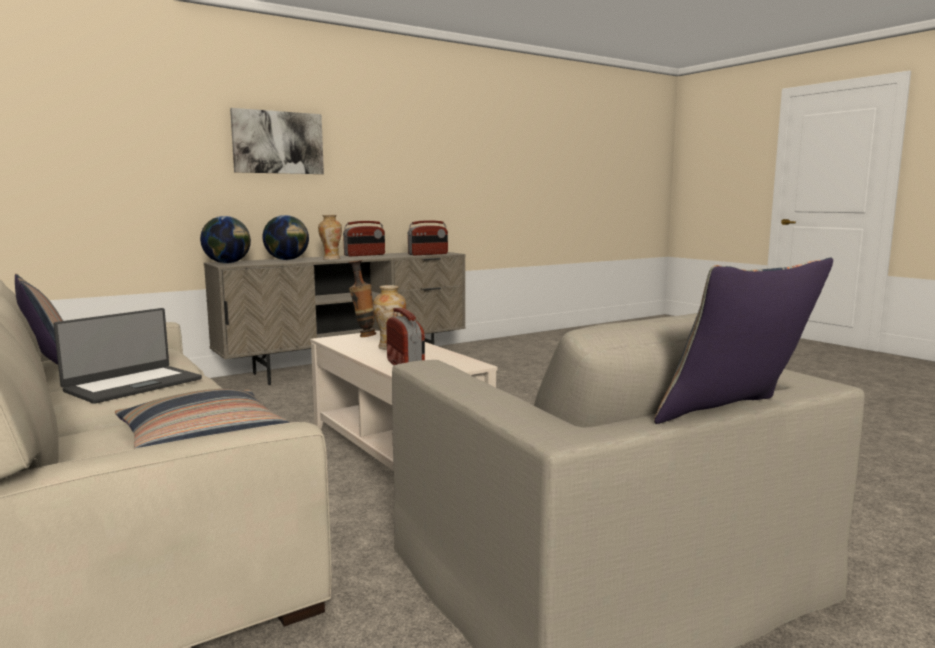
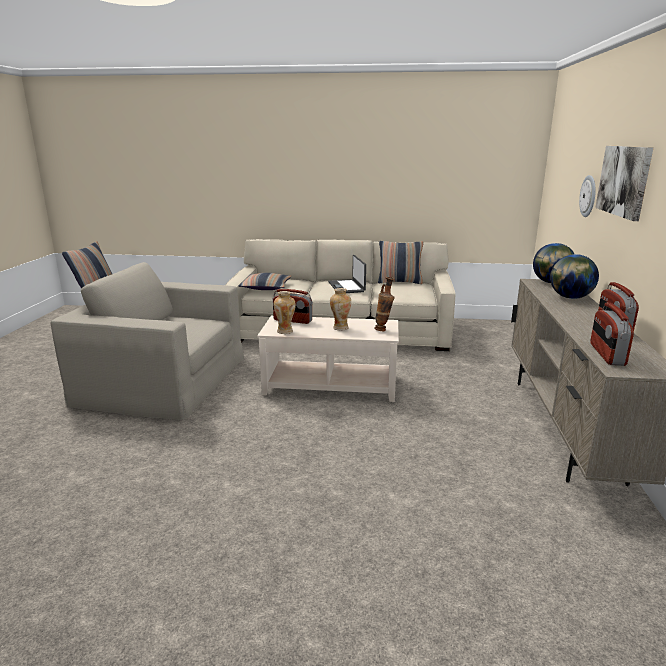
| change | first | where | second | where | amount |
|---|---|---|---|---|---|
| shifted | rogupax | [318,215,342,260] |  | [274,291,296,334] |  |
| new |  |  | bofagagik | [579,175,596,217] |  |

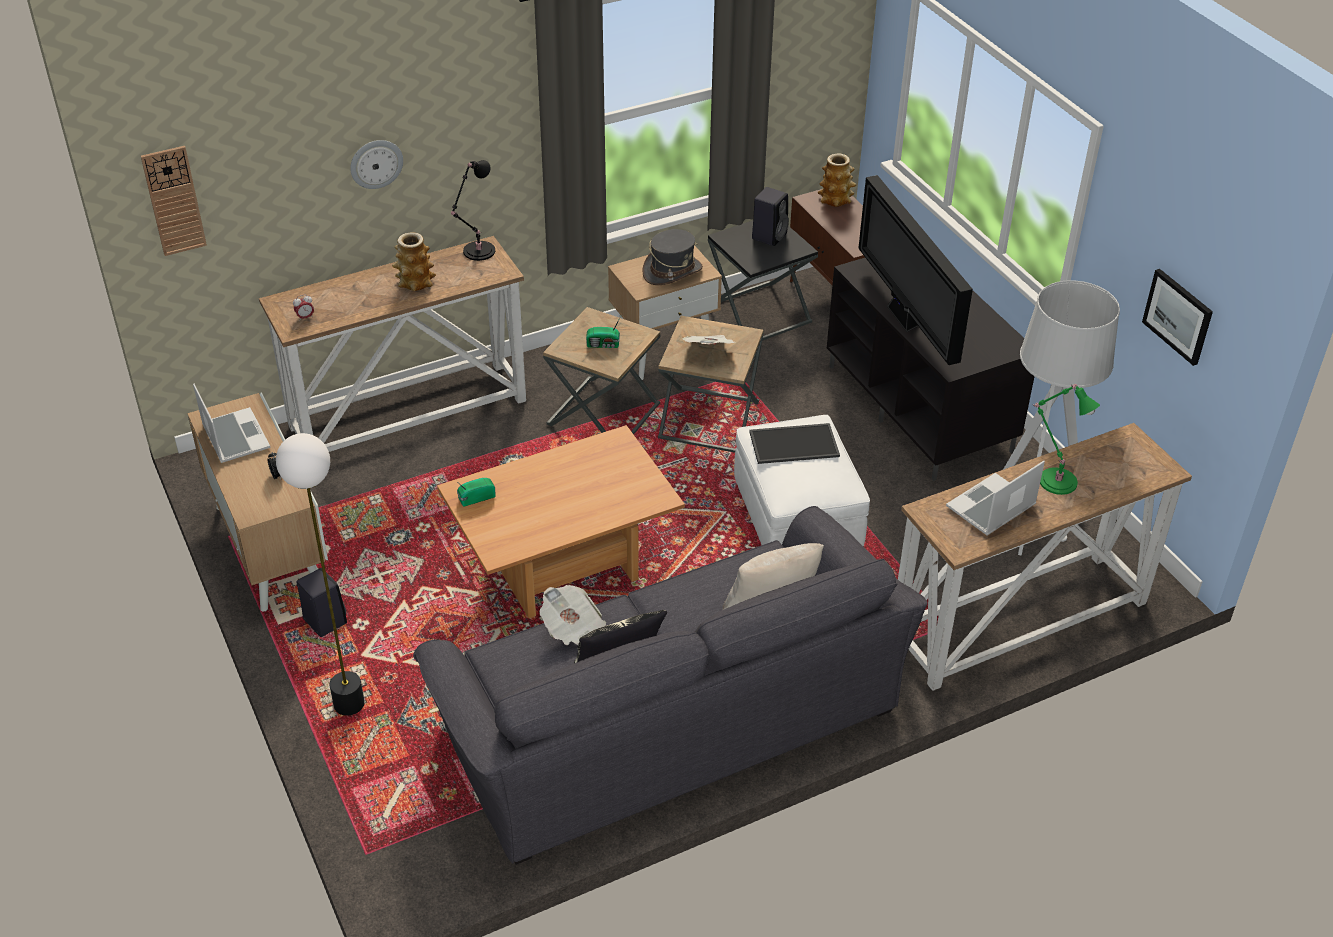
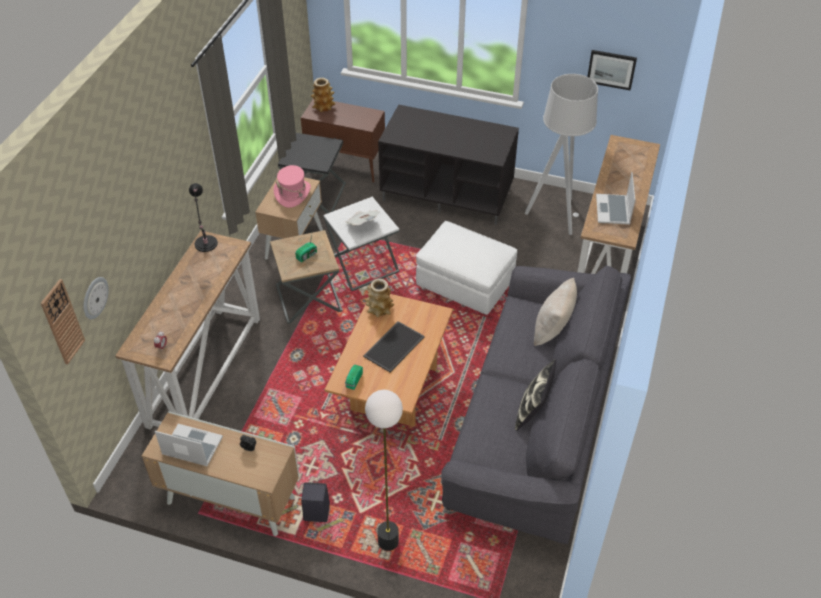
| change | first | where | second | where | amount |
|---|---|---|---|---|---|
| shifted | bofagagik | [350,140,403,189] |  | [83,277,109,319] |  |
| gone | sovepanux | [858,175,973,365] |  |  |  |
| gone | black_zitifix | [752,187,789,246] |  |  |  |
| repainted | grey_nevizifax | [642,229,703,285] | pink_nevizifax | [274,165,311,208] |  |
| shifted | rogupax | [392,232,436,291] |  | [365,279,394,318] |  |
| repainted | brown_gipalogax | [658,316,763,453] | white_gipalogax | [324,197,400,291] |  |
| gone | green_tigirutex | [1034,384,1100,495] |  |  |  |
| shifted | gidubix | [749,423,840,464] |  | [363,321,425,372] |  |
| gone | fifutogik | [539,585,606,645] |  |  |  |

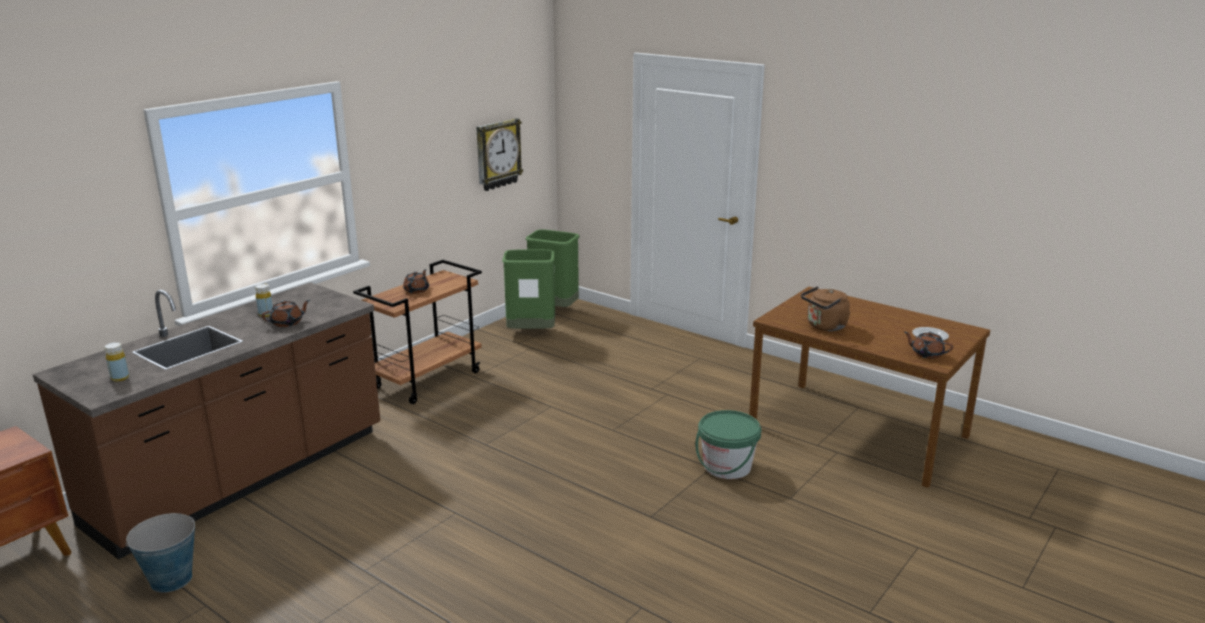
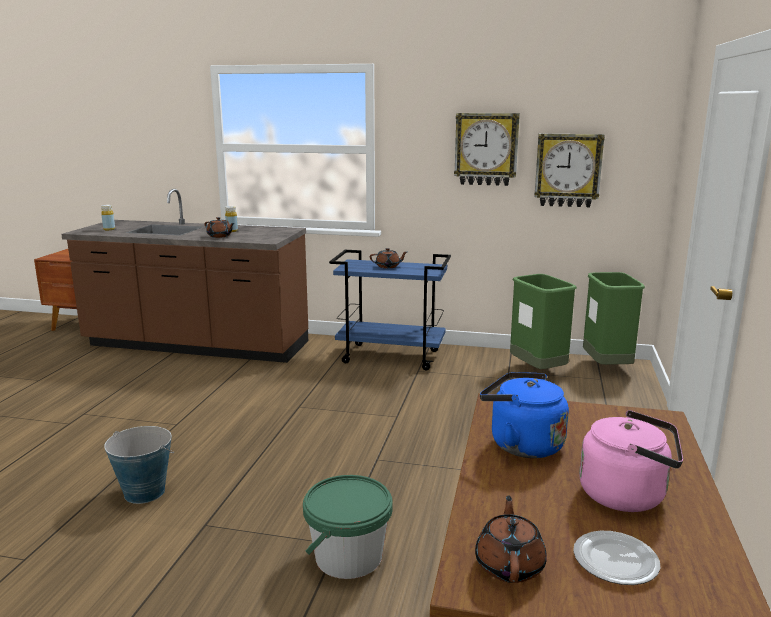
| change | first | where | second | where | amount |
|---|---|---|---|---|---|
| repainted | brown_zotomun | [353,260,482,404] | blue_zotomun | [329,250,451,370] |  |
| repainted | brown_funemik | [801,286,851,331] | blue_funemik | [480,372,569,458] |  |
| shifted | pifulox | [125,513,195,593] |  | [104,426,174,504] |  |
| new |  |  | bofagagik | [454,113,520,186] |  |
| new |  |  | pink_funemik | [579,410,683,512] |  |

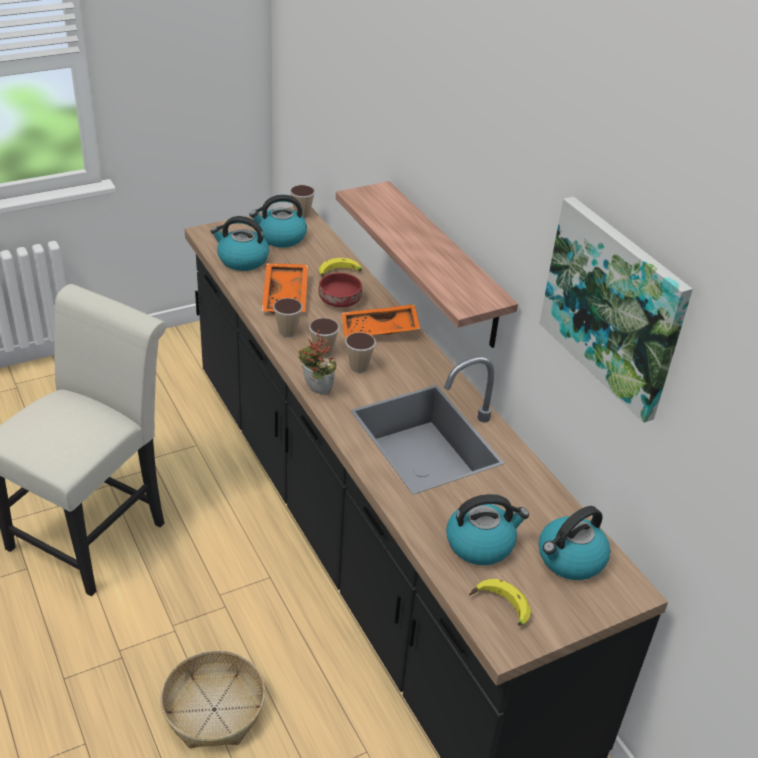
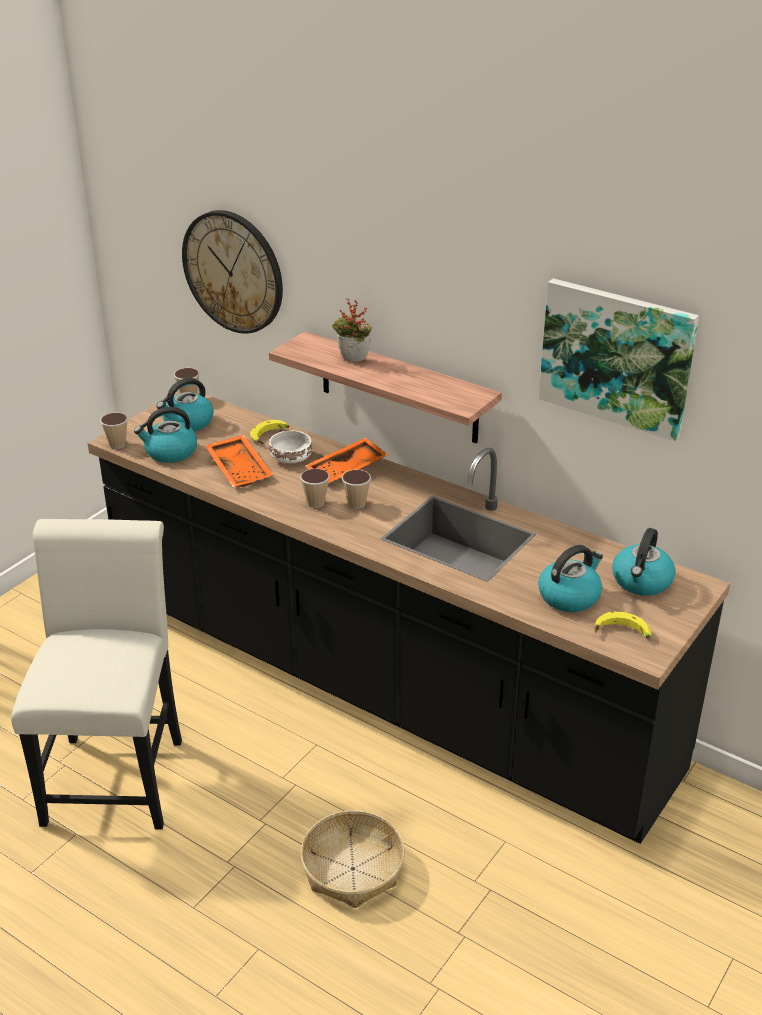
| change | first | where | second | where | amount |
|---|---|---|---|---|---|
| repainted | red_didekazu | [318,273,362,308] | white_didekazu | [269,431,312,463] |  |
| shifted | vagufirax | [273,298,303,337] |  | [100,412,128,449] |  |
| shifted | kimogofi | [298,330,337,395] |  | [332,298,372,361] |  |
| new |  |  | bofagagik | [182,210,283,334] |  |

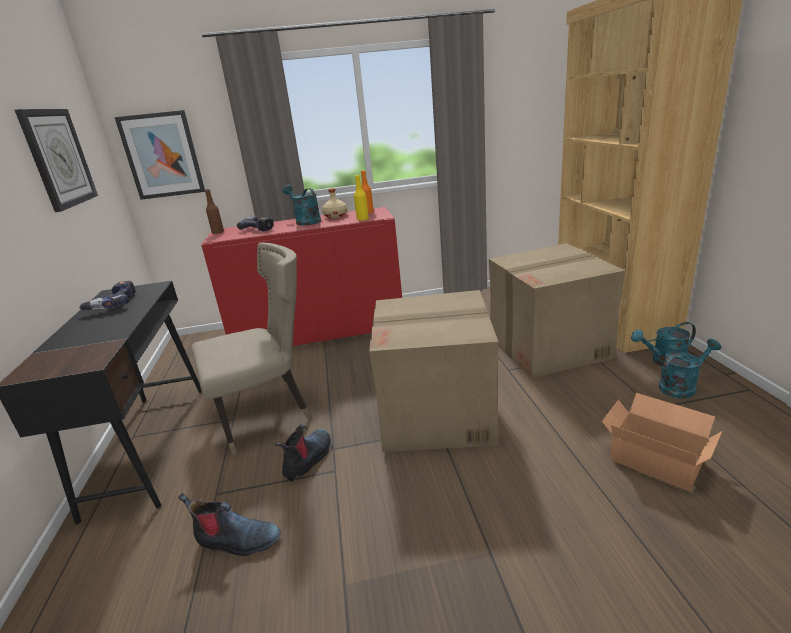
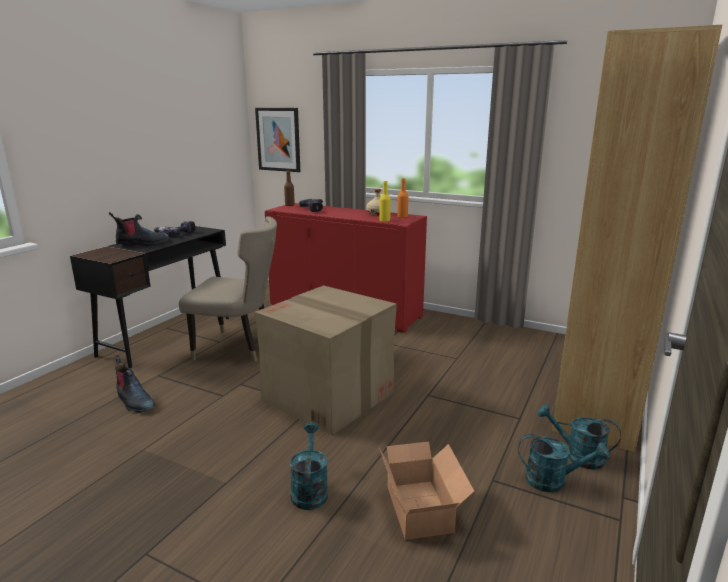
| change | first | where | second | where | amount |
|---|---|---|---|---|---|
| gone | bofagagik | [15,109,98,212] |  |  |  |
| shifted | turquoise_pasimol | [283,185,321,226] |  | [290,422,328,510] |  |
| gone | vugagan | [489,243,626,378] |  |  |  |
| shifted | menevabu | [275,424,331,482] |  | [109,212,169,247] |  |

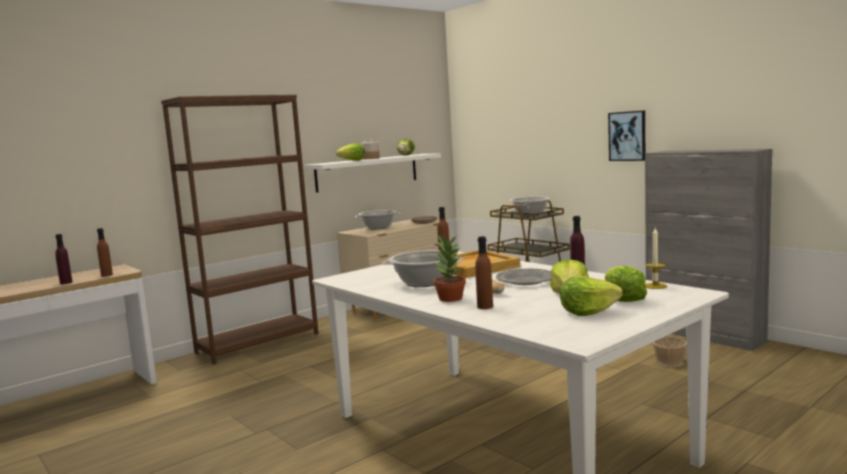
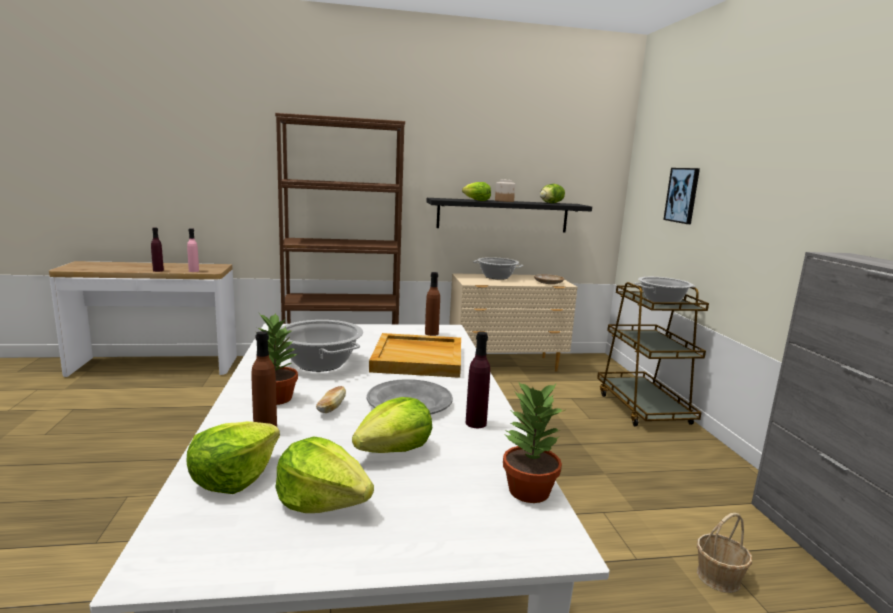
| change | first | where | second | where | amount |
|---|---|---|---|---|---|
| shifted | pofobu | [608,110,645,161] |  | [663,168,700,224] |  |
| repainted | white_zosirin | [304,153,441,193] | black_zosirin | [427,198,592,232] |  |
| repainted | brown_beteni | [97,228,113,277] | pink_beteni | [187,228,199,272] |  |
| swapped | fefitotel | [645,228,667,289] | kimogofi | [503,381,565,503] |  |
| shifted | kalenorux | [605,266,647,302] |  | [187,421,280,494] |  |

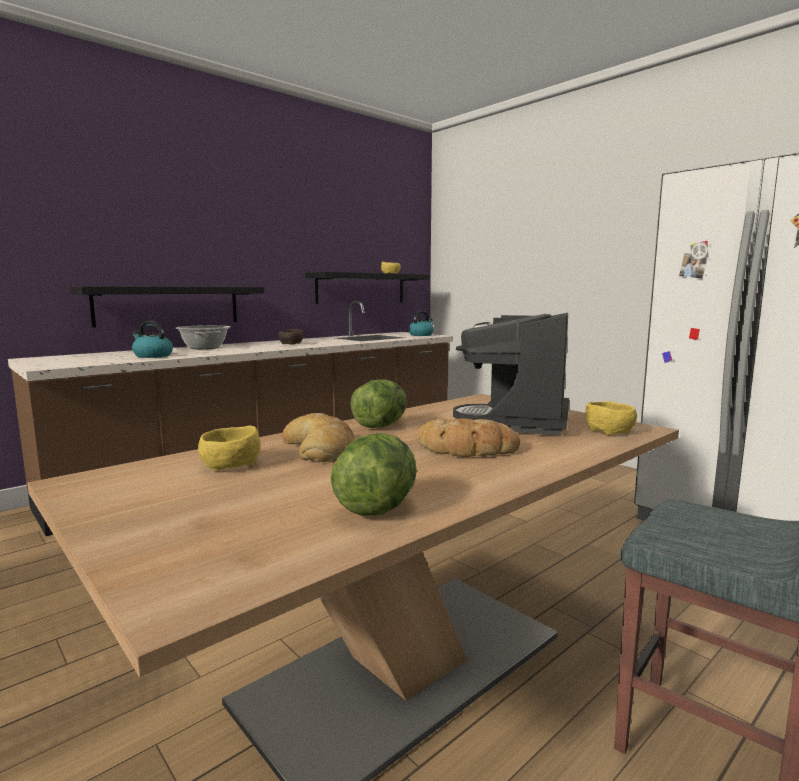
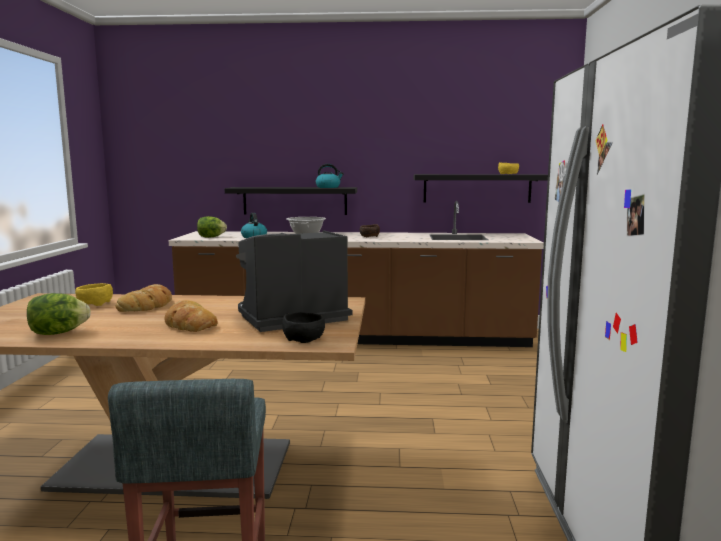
| change | first | where | second | where | amount |
|---|---|---|---|---|---|
| shifted | funemik | [409,311,434,336] |  | [315,164,344,188] |  |
| shifted | kalenorux | [350,379,407,428] |  | [197,216,227,238] |  |
| repainted | yellow_didekazu | [585,401,637,435] | black_didekazu | [282,312,325,343] |  |

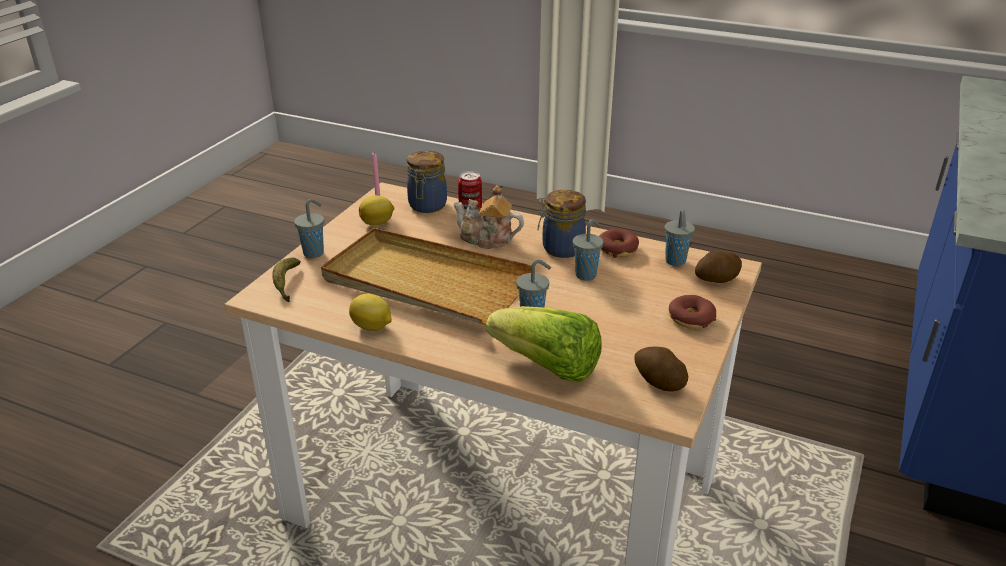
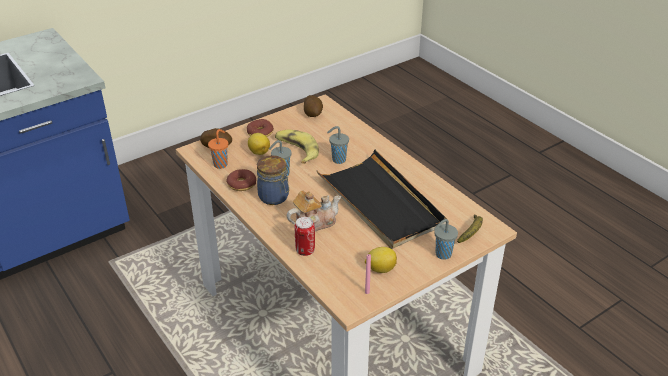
| change | first | where | second | where | amount |
|---|---|---|---|---|---|
| gone | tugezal | [407,150,447,213] |  |  |  |
| rotated | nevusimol | [453,185,524,249] |  | [287,191,341,231] | 75 degrees counterclockwise |
| repainted | grey_vagufirax | [664,209,695,266] | orange_vagufirax | [208,129,228,169] |  |
| repainted | beige_gidubix | [321,228,531,325] | black_gidubix | [317,150,447,249] |  |
| shifted | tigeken | [349,294,392,331] |  | [248,133,270,155] |  |
| gone | kalenorux | [486,306,602,382] |  |  |  |
| new |  |  | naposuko | [275,130,319,164] |  |

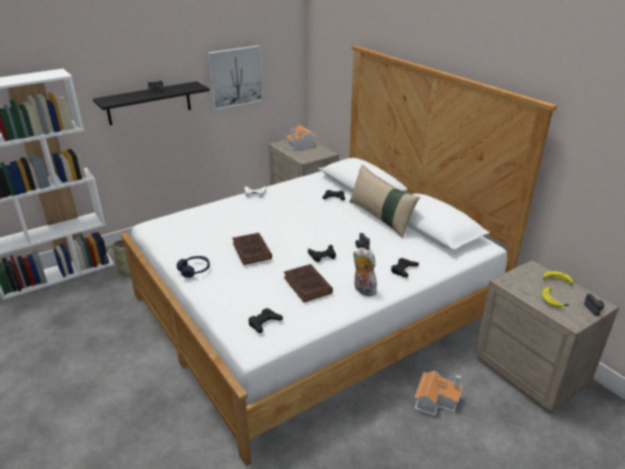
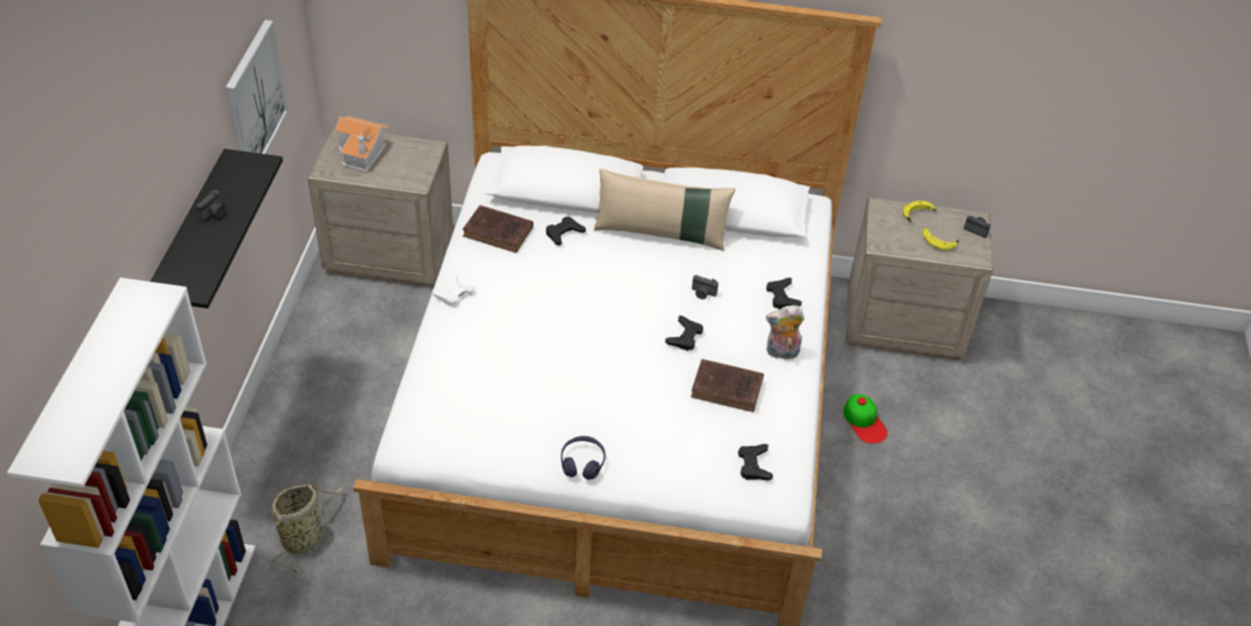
| change | first | where | second | where | amount |
|---|---|---|---|---|---|
| shifted | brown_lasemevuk | [232,233,272,265] |  | [463,205,533,253] |  |
| swapped | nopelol | [414,370,463,416] | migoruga | [844,394,888,444] |  |

